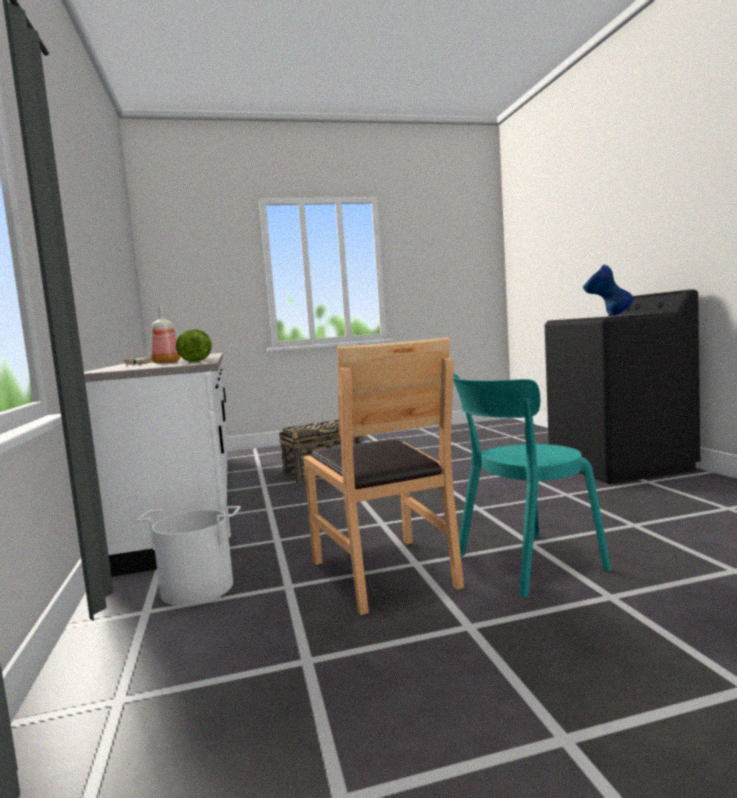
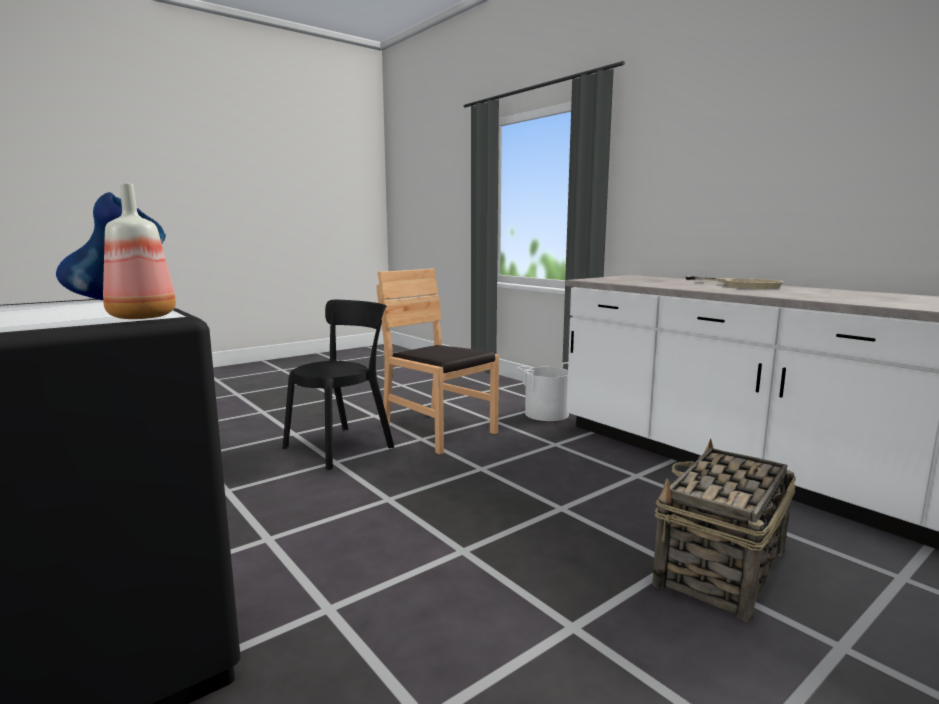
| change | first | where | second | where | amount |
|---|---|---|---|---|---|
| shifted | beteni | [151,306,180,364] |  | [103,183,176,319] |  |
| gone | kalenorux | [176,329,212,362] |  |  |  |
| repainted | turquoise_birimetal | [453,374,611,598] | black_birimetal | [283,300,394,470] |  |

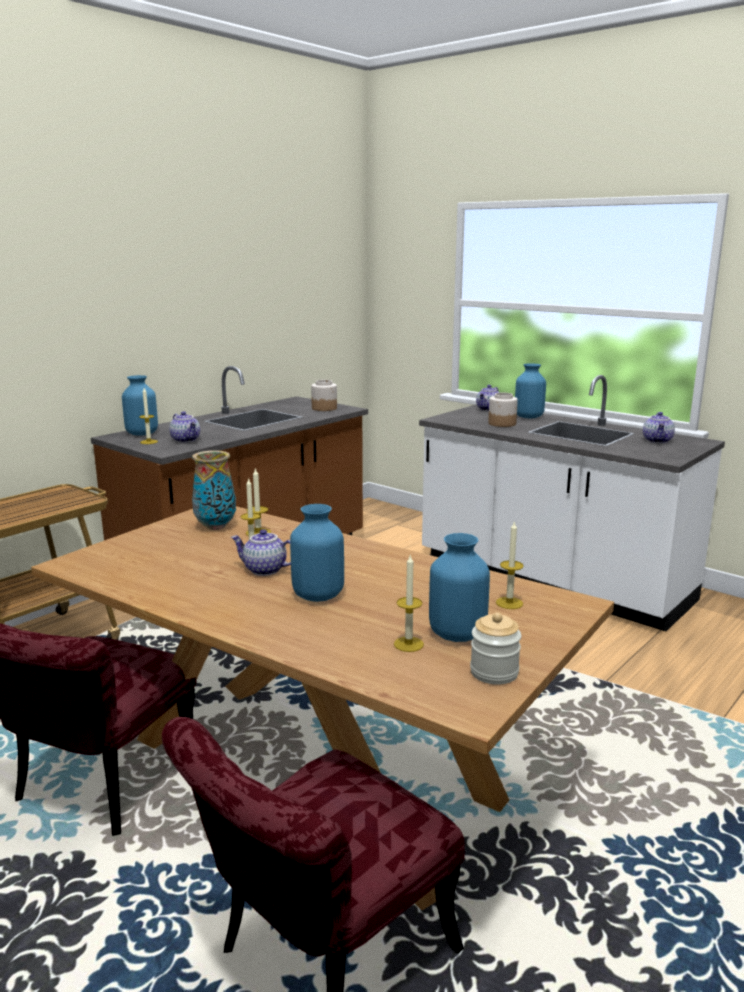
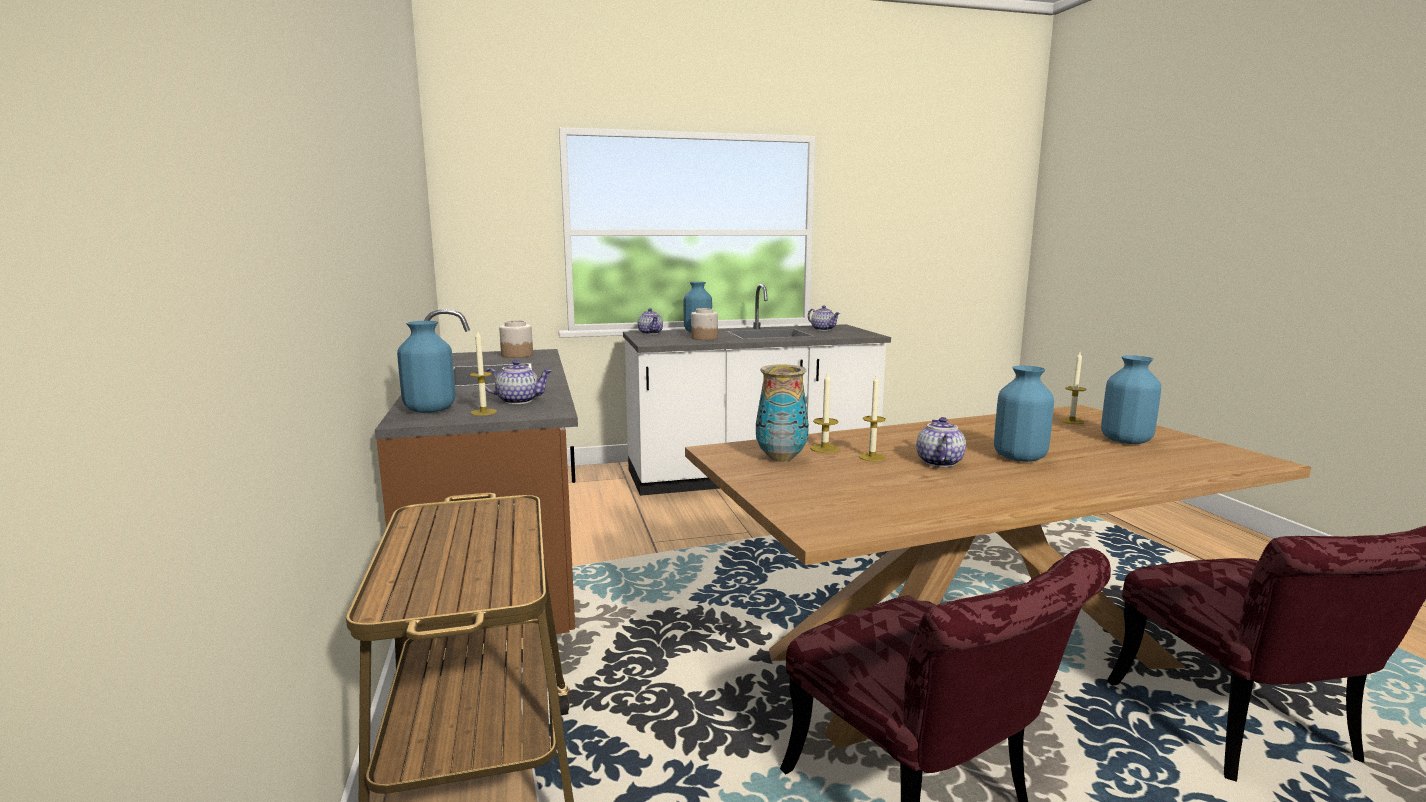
| change | first | where | second | where | amount |
|---|---|---|---|---|---|
| rotated | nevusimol | [231,529,291,576] |  | [916,417,966,467] | 135 degrees clockwise |
| gone | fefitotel | [394,555,424,652] |  |  |  |
| gone | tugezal | [470,613,521,685] |  |  |  |

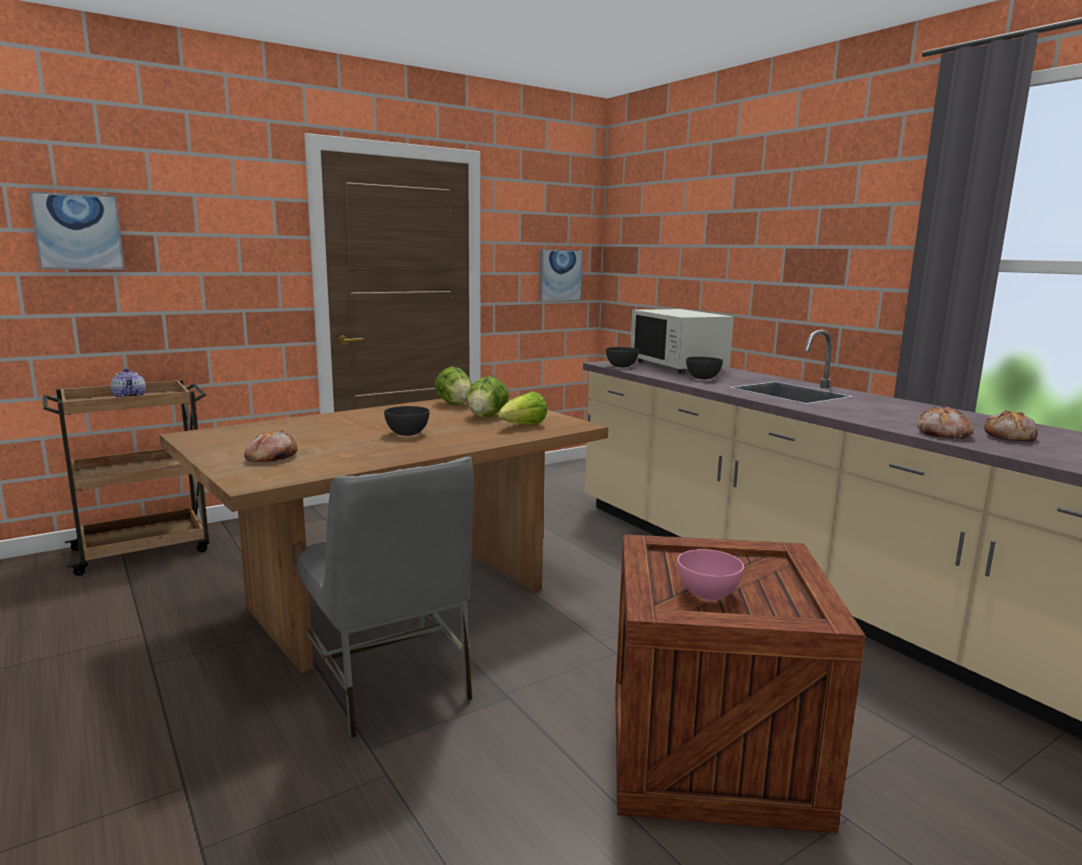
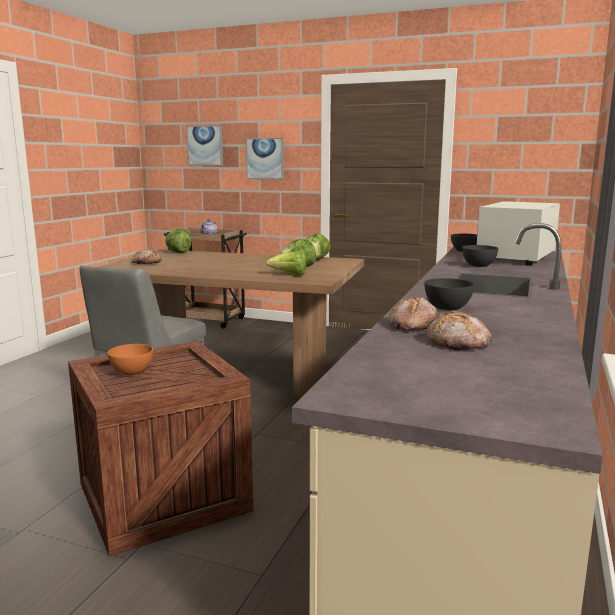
| change | first | where | second | where | amount |
|---|---|---|---|---|---|
| shifted | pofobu | [539,249,583,302] |  | [245,138,284,180] |  |
| shifted | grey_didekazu | [384,406,430,436] |  | [424,278,475,310] |  |
| repainted | pink_didekazu | [677,549,744,600] | orange_didekazu | [107,344,153,375] |  |
| new |  |  | kalenorux | [165,228,192,253] |  |

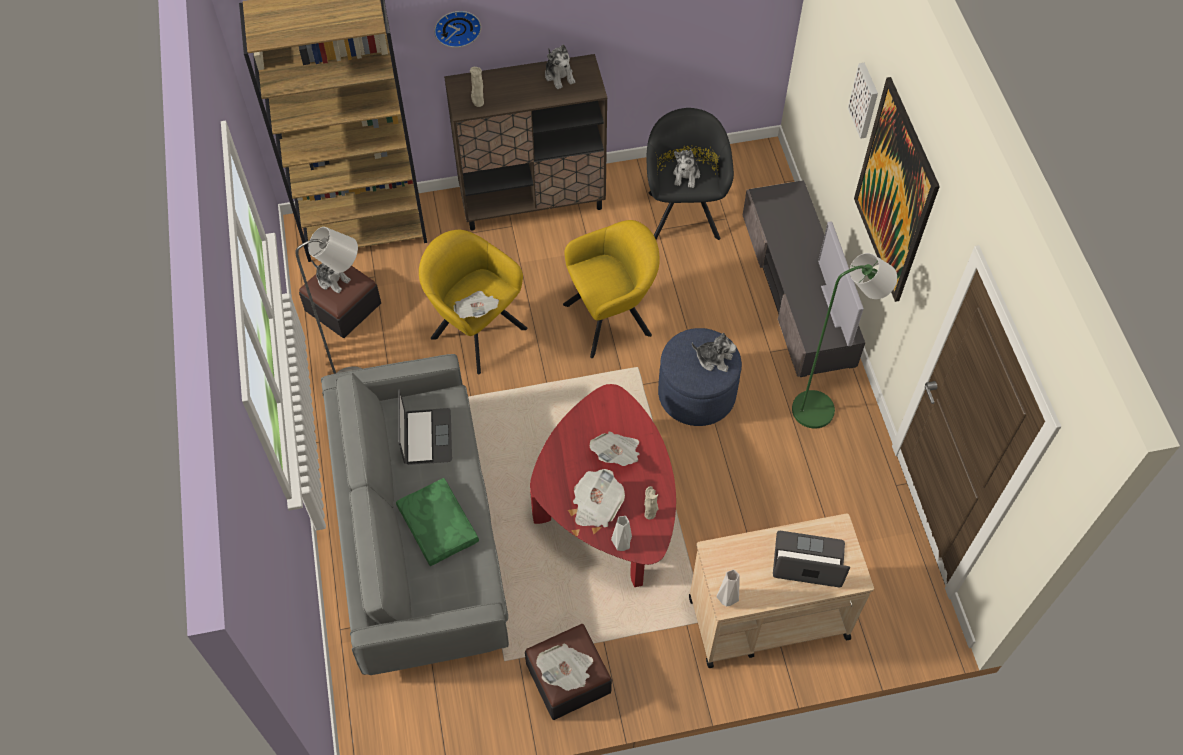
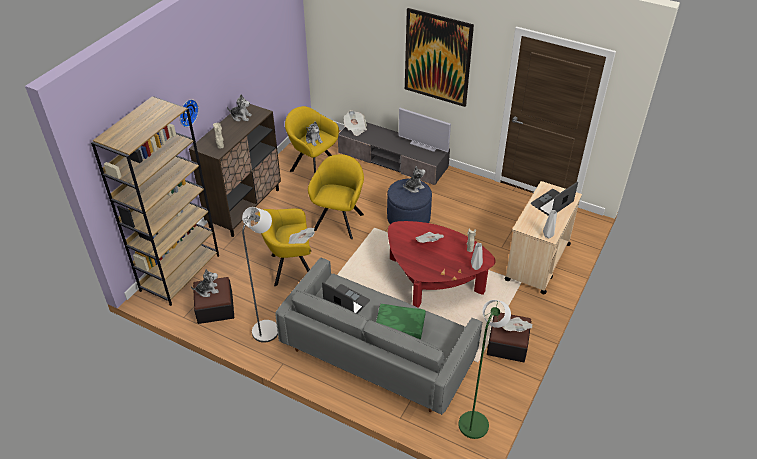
| change | first | where | second | where | amount |
|---|---|---|---|---|---|
| gone | pofobu | [848,63,878,139] |  |  |  |
| repainted | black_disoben | [647,108,734,240] | yellow_disoben | [285,106,339,174] |  |
| shifted | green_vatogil | [792,253,897,429] |  | [458,300,511,439] |  |
| shifted | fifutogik | [573,469,625,527] |  | [344,110,367,136] |  |

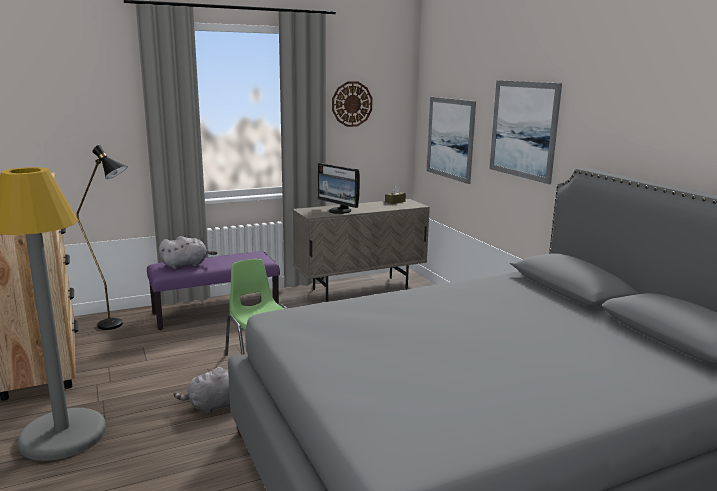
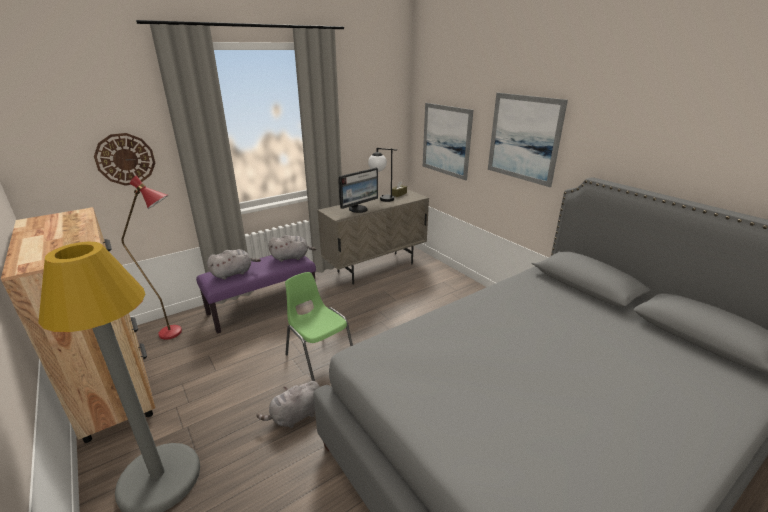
| change | first | where | second | where | amount |
|---|---|---|---|---|---|
| shifted | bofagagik | [332,82,373,127] |  | [94,133,155,186] |  |
| repainted | black_vatogil | [77,145,128,330] | red_vatogil | [121,176,182,340] |  |
| rotated | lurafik | [318,163,360,214] |  | [338,168,378,213] | 75 degrees counterclockwise |
| new |  |  | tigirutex | [368,148,397,202] |  |
| new |  |  | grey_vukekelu | [268,235,316,262] |  |

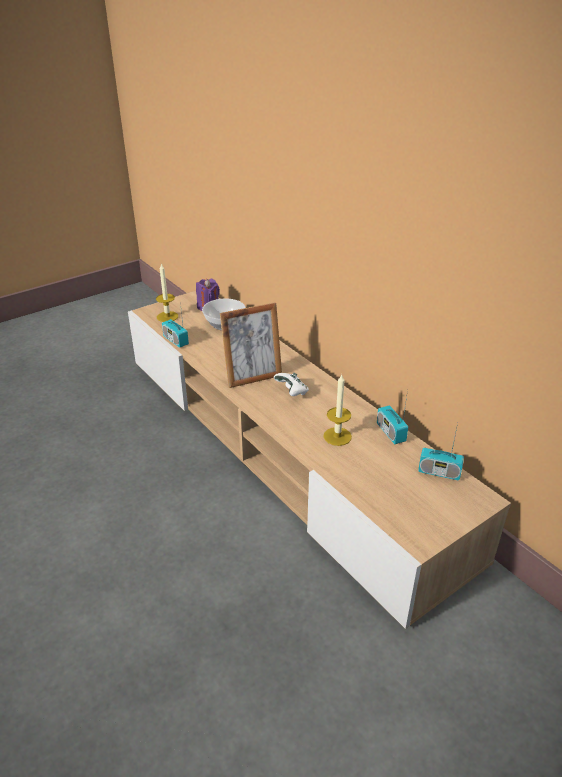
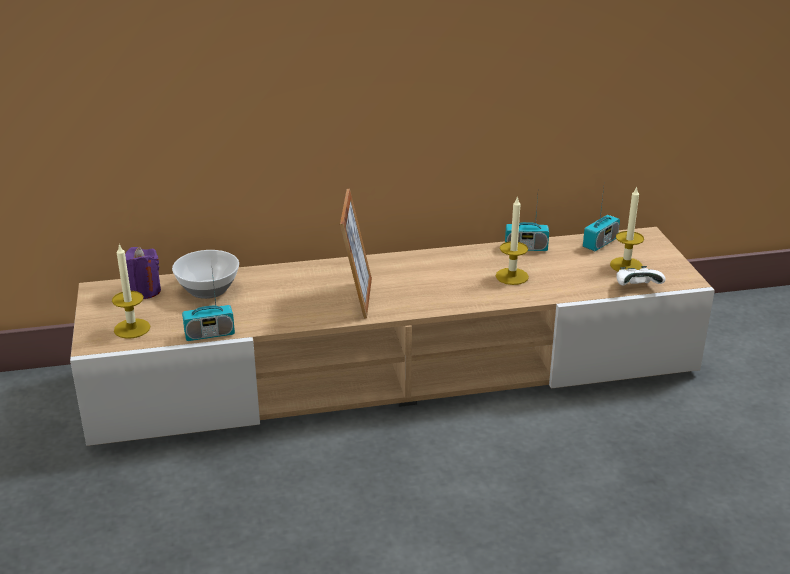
| change | first | where | second | where | amount |
|---|---|---|---|---|---|
| shifted | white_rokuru | [274,373,309,396] |  | [616,266,666,286] |  |
| new |  |  | fefitotel | [610,186,644,271] |  |

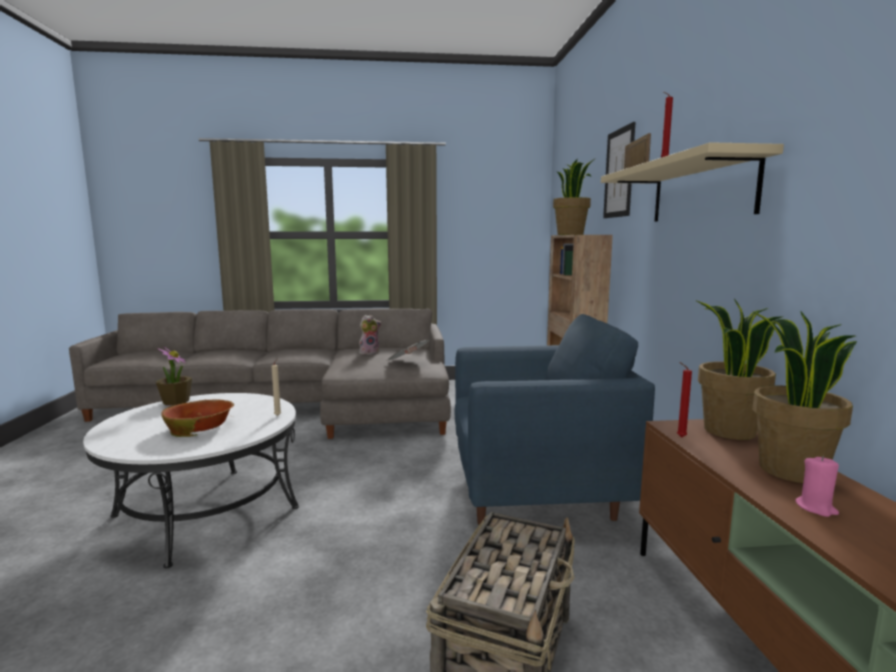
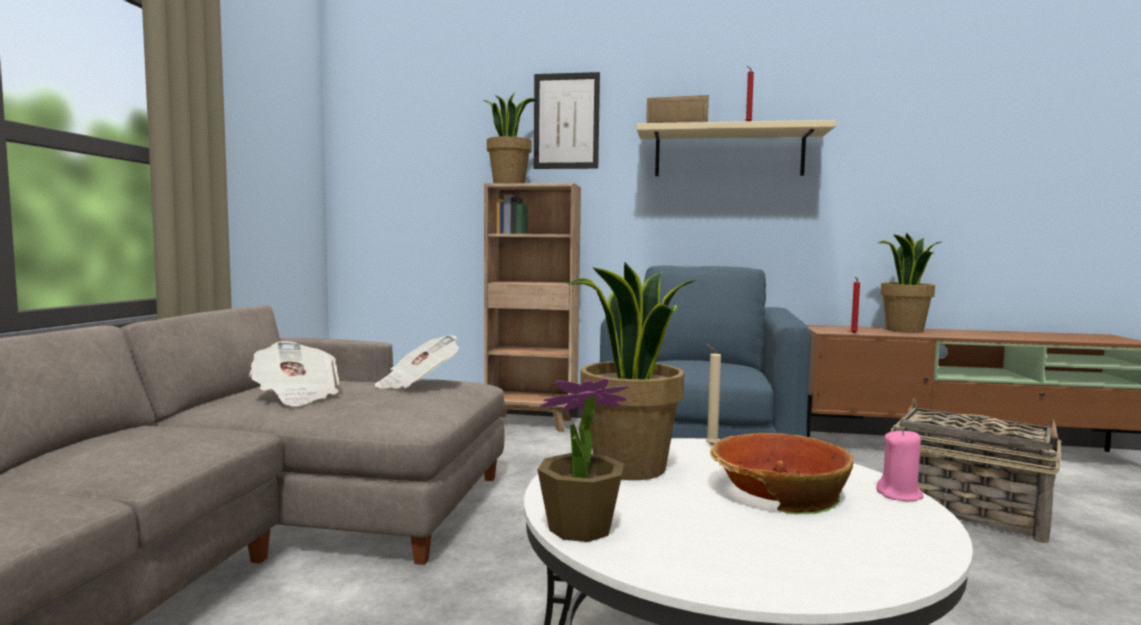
| change | first | where | second | where | amount |
|---|---|---|---|---|---|
| shifted | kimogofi | [696,299,783,440] |  | [567,262,697,480] |  |
| swapped | vukekelu | [359,315,382,355] | fifutogik | [249,341,339,406] |  |
| shifted | pink_fefitotel | [795,456,839,517] |  | [876,428,924,501] |  |

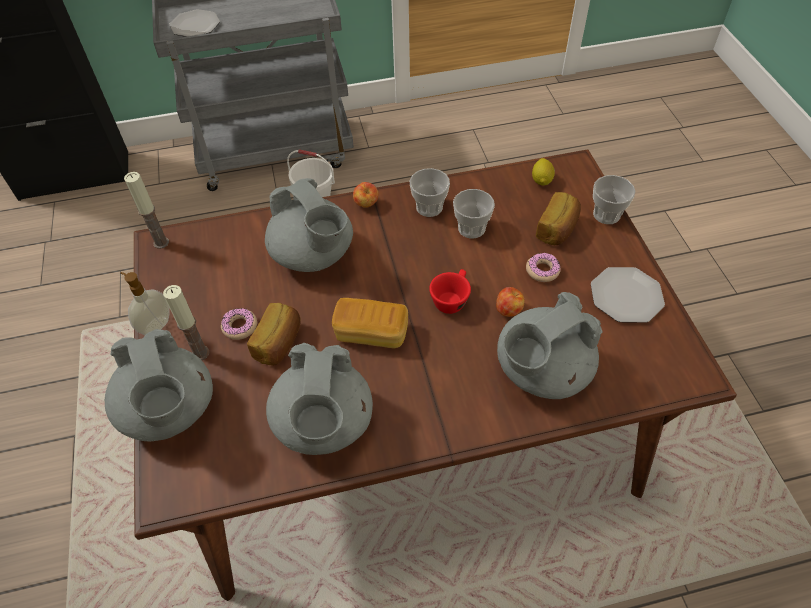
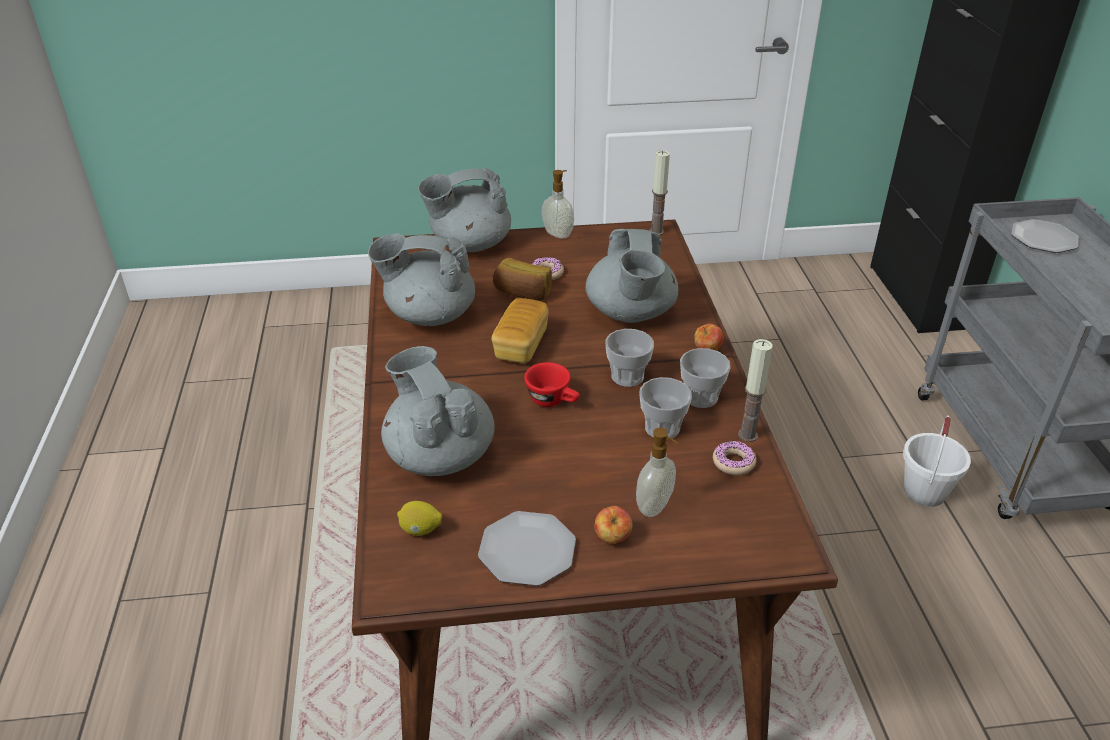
| change | first | where | second | where | amount |
|---|---|---|---|---|---|
| shifted | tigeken | [532,158,555,186] |  | [397,501,443,536] |  |
| shifted | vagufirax | [593,175,635,224] |  | [605,329,654,387] |  |
| rotated | grey_nevusimol | [265,178,353,272] |  | [586,229,679,323] | 60 degrees counterclockwise |
| swapped | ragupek | [536,192,581,245] | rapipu | [636,428,678,517] |  |
| shifted | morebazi | [526,252,561,282] |  | [713,440,756,475] |  |
| shifted | fefitotel | [163,285,210,360] |  | [738,339,773,442] |  |
| shifted | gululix | [496,287,525,317] |  | [595,506,632,544] |  |

